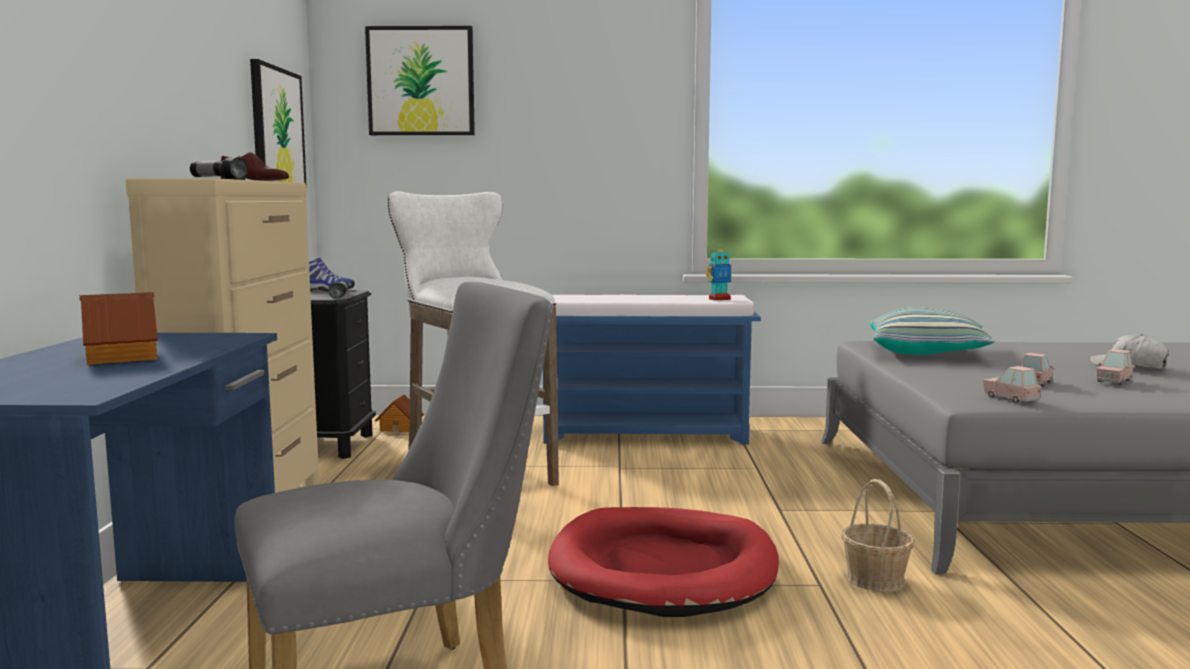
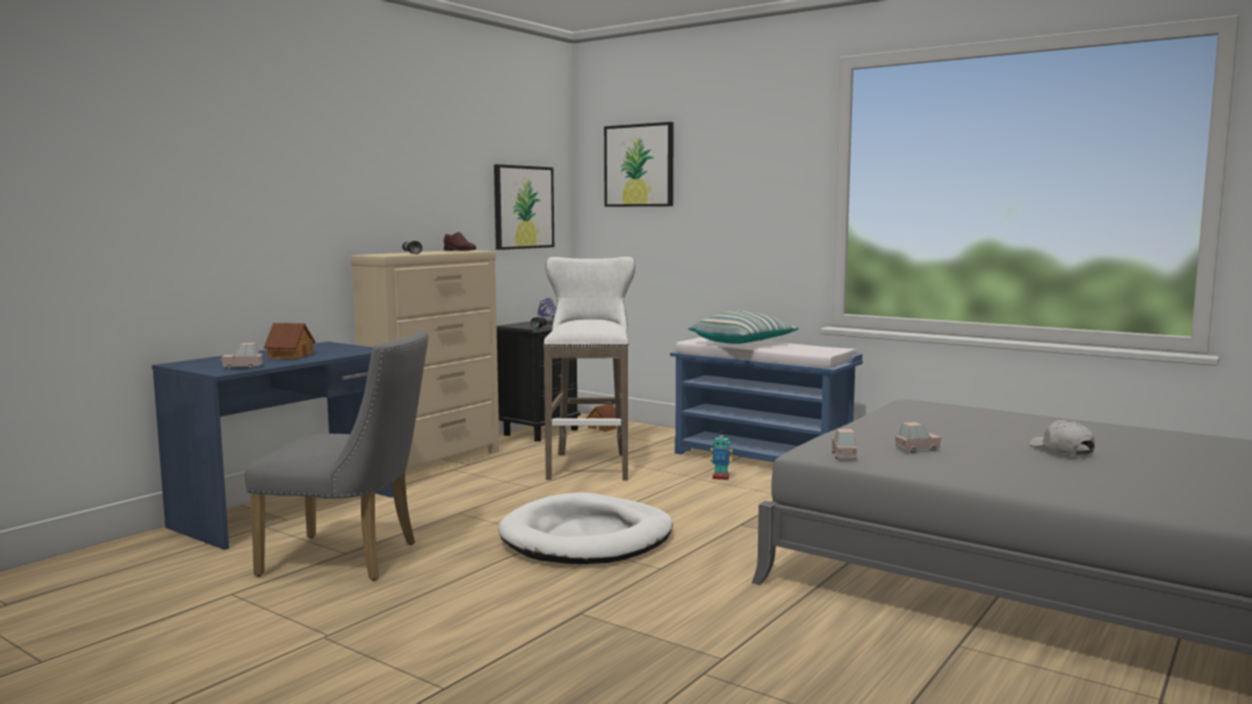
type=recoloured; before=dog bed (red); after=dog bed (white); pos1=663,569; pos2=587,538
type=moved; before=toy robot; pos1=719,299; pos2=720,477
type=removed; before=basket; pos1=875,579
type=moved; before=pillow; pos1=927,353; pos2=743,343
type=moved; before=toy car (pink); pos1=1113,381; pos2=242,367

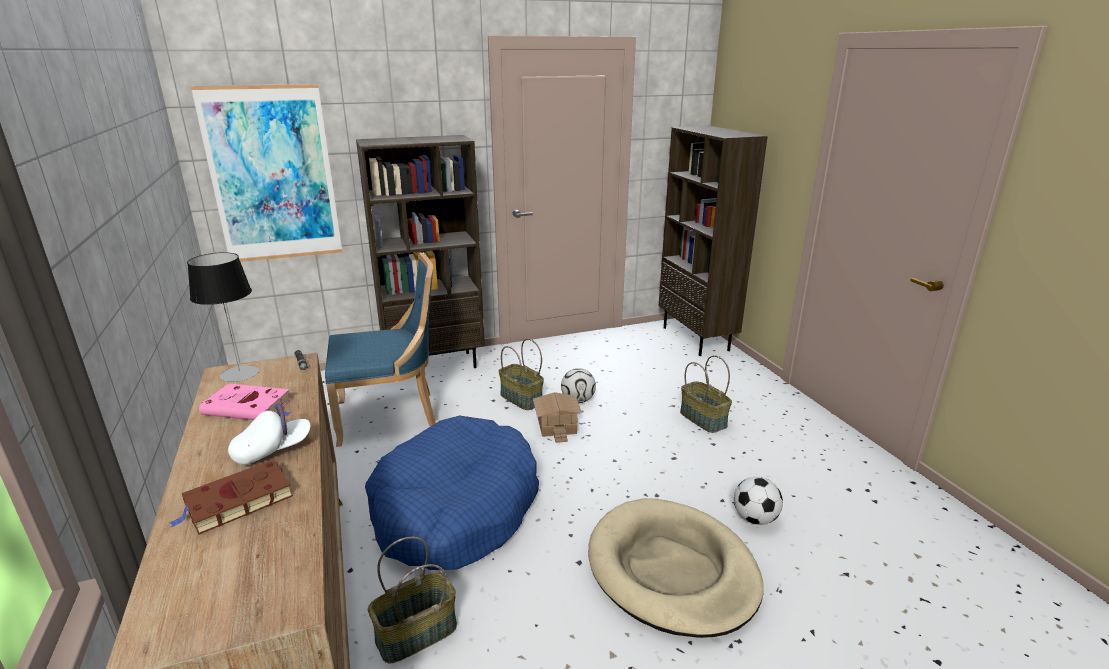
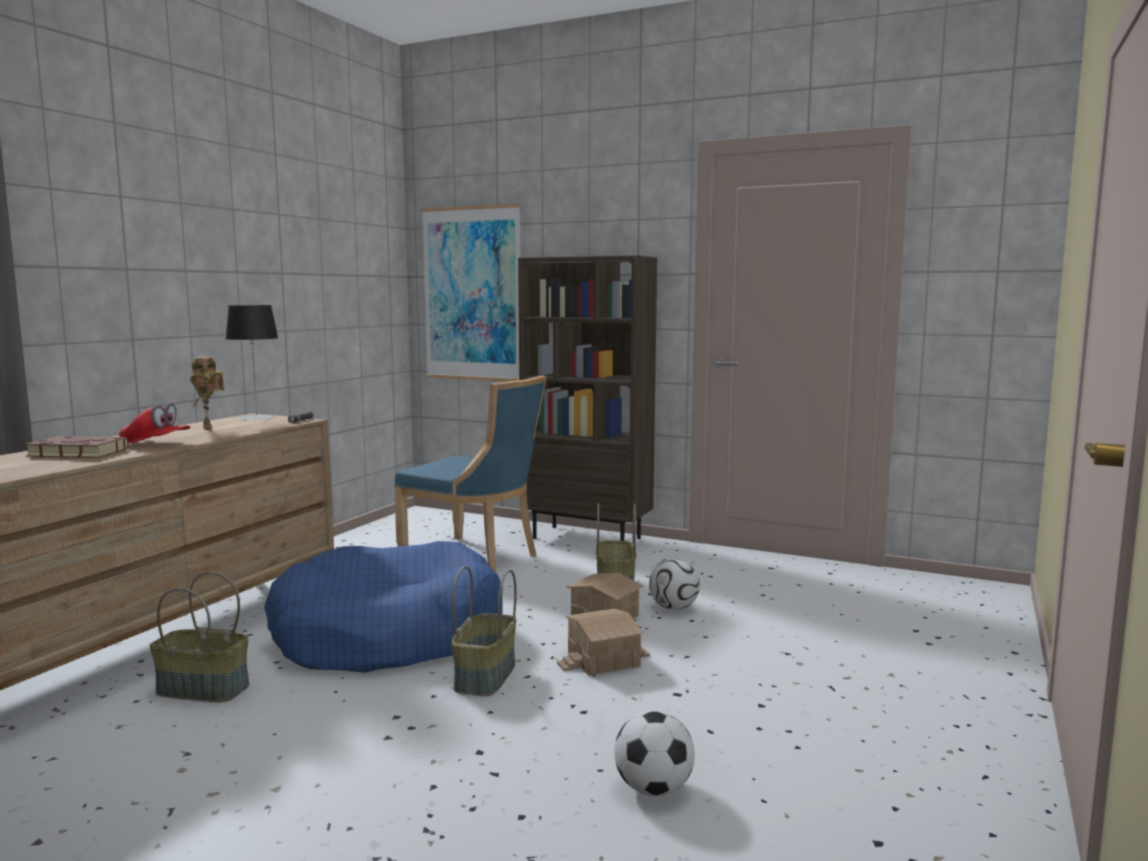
type=replaced; before=book (pink); after=toy robot; pos1=250,407; pos2=210,429
type=recoloured; before=cap (white); after=cap (red); pos1=273,450; pos2=156,443
type=removed; before=dog bed (beige); pos1=672,570
type=removed; before=bookcase (brown); pos1=696,339
type=moved; before=basket; pos1=704,419; pos2=486,677
type=added; after=toy house; pos2=604,660

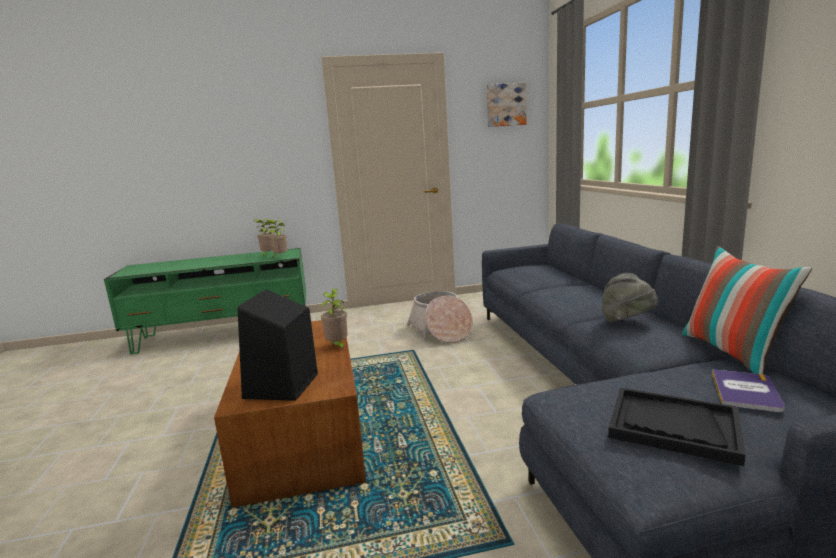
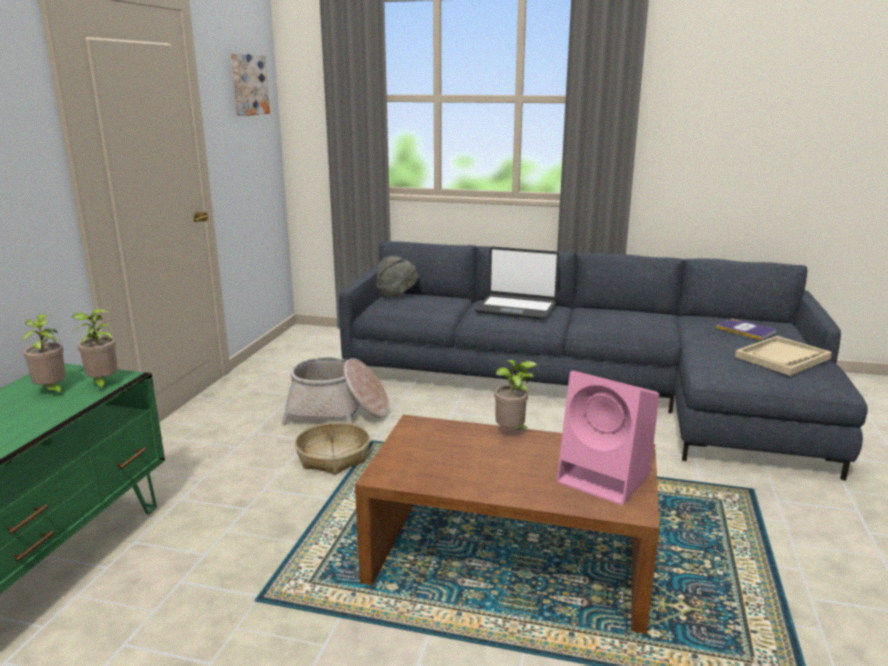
type=recoloured; before=speaker (black); after=speaker (pink); pos1=281,387; pos2=606,479
type=moved; before=hat (grey); pos1=627,322; pos2=397,295
type=recoloured; before=tray (black); after=tray (beige); pos1=673,427; pos2=782,358
type=removed; before=pillow; pos1=732,353
type=added; after=basket; pos2=333,457
type=added; after=laptop; pos2=516,308

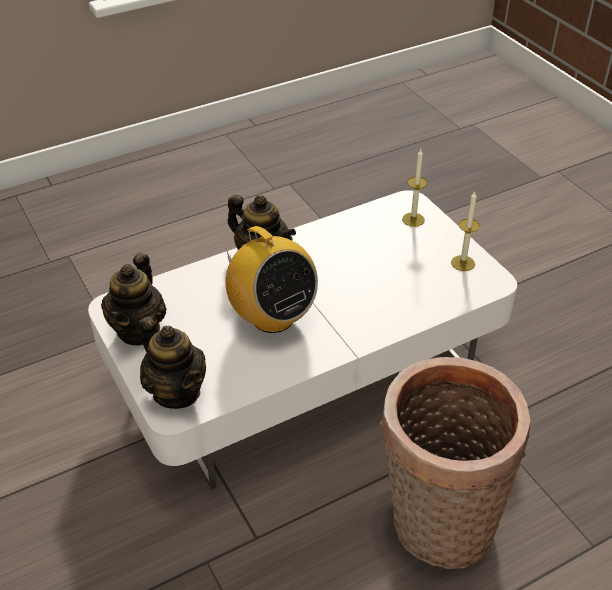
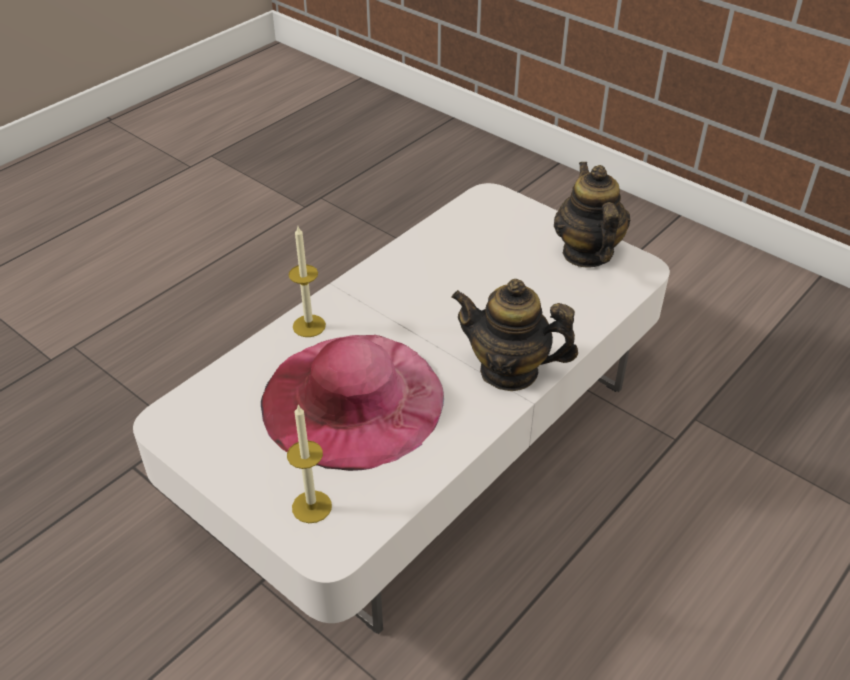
type=removed; before=teapot; pos1=177,392
type=removed; before=radio; pos1=272,317
type=removed; before=basket; pos1=436,524
type=moved; before=candle; pos1=463,263; pos2=309,326
type=added; after=hat (pink); pos2=353,399

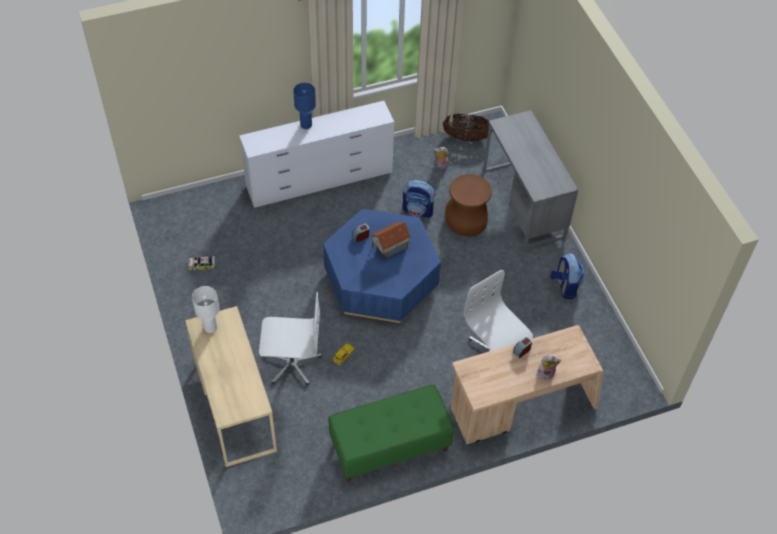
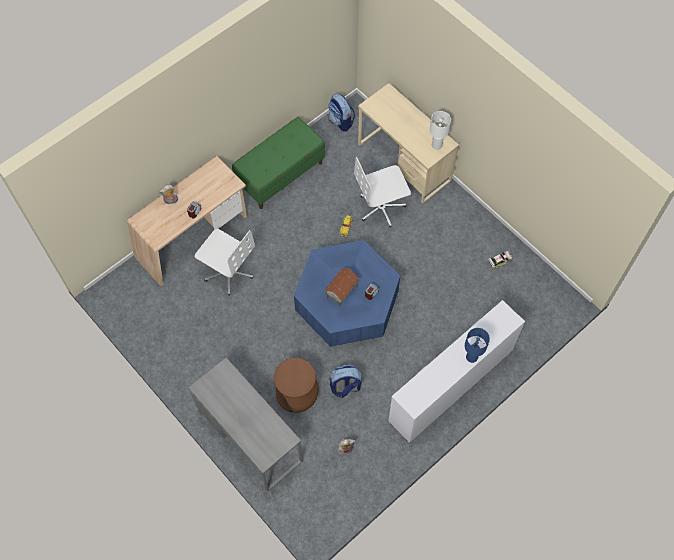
type=removed; before=basket; pos1=466,137
type=moved; before=backpack; pos1=564,286; pos2=341,121

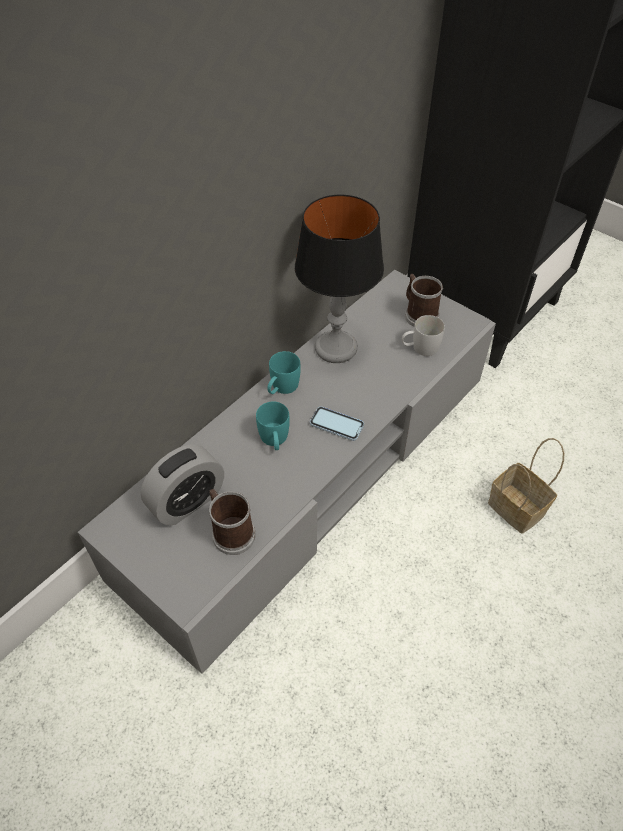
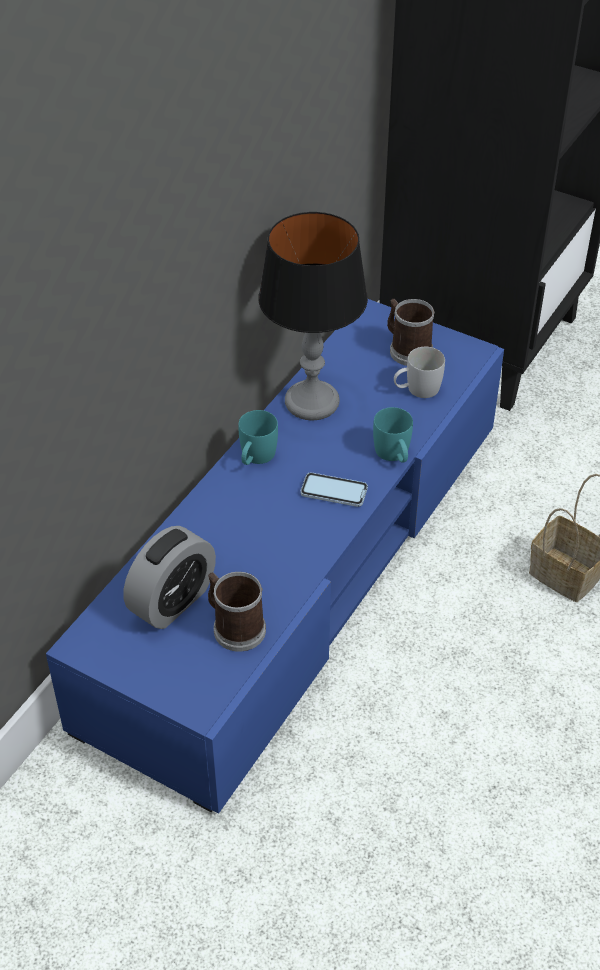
type=recoloured; before=tv stand (grey); after=tv stand (blue); pos1=311,473; pos2=299,568
type=moved; before=mug (turquoise); pos1=274,440; pos2=394,455

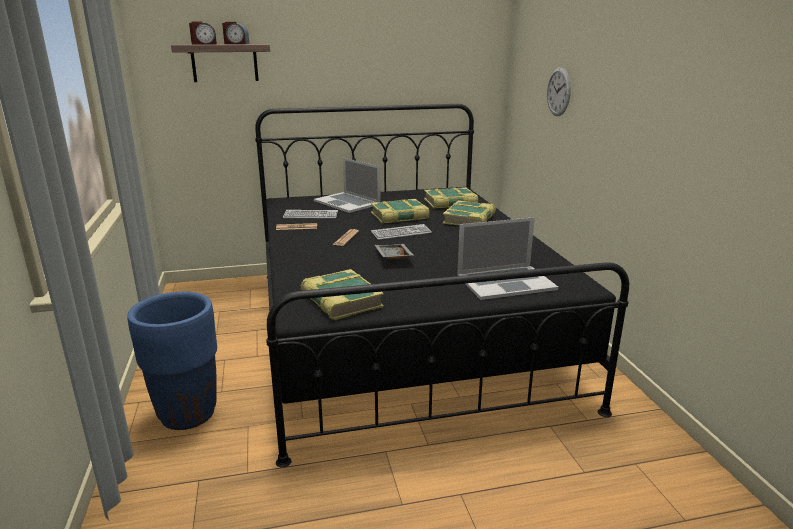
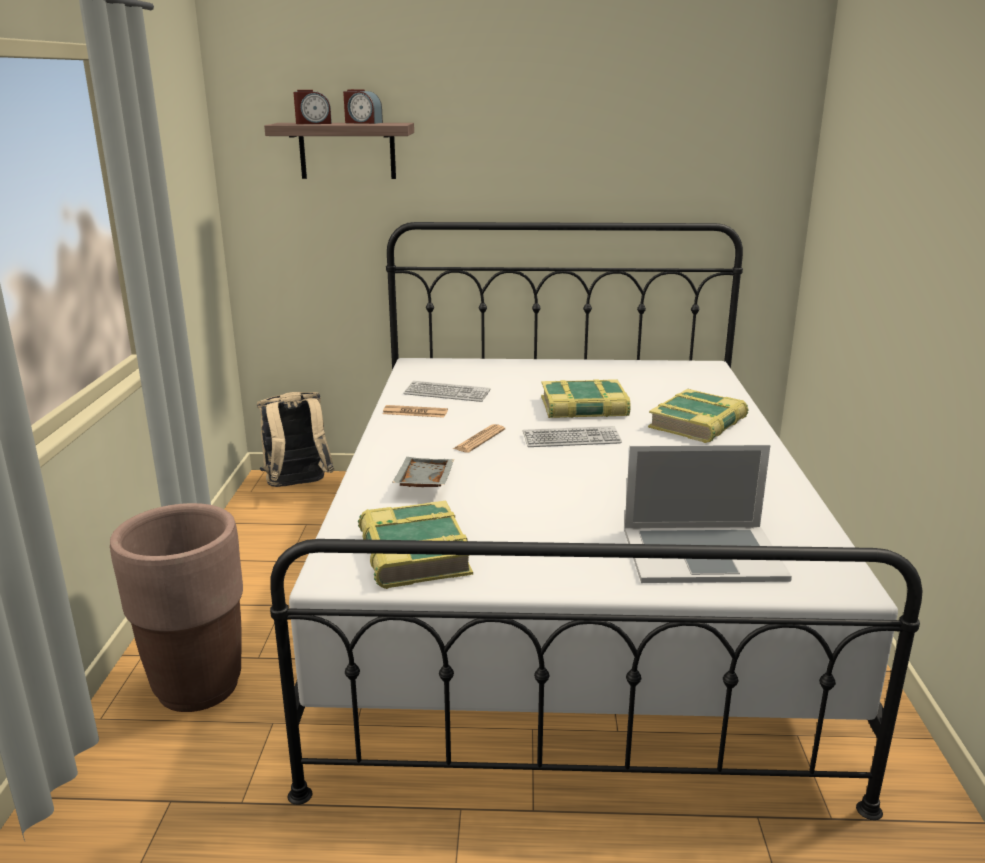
type=recoloured; before=planter (blue); after=planter (brown); pos1=188,414; pos2=198,687
type=recoloured; before=bed (black); after=bed (white); pos1=401,330; pos2=565,594
type=removed; before=laptop; pos1=347,202
type=moved; before=tray (grey); pos1=392,257; pos2=423,482
type=removed; before=book; pos1=450,203
type=removed; before=wall clock; pos1=558,92
type=added; after=backpack (beige); pos2=298,486

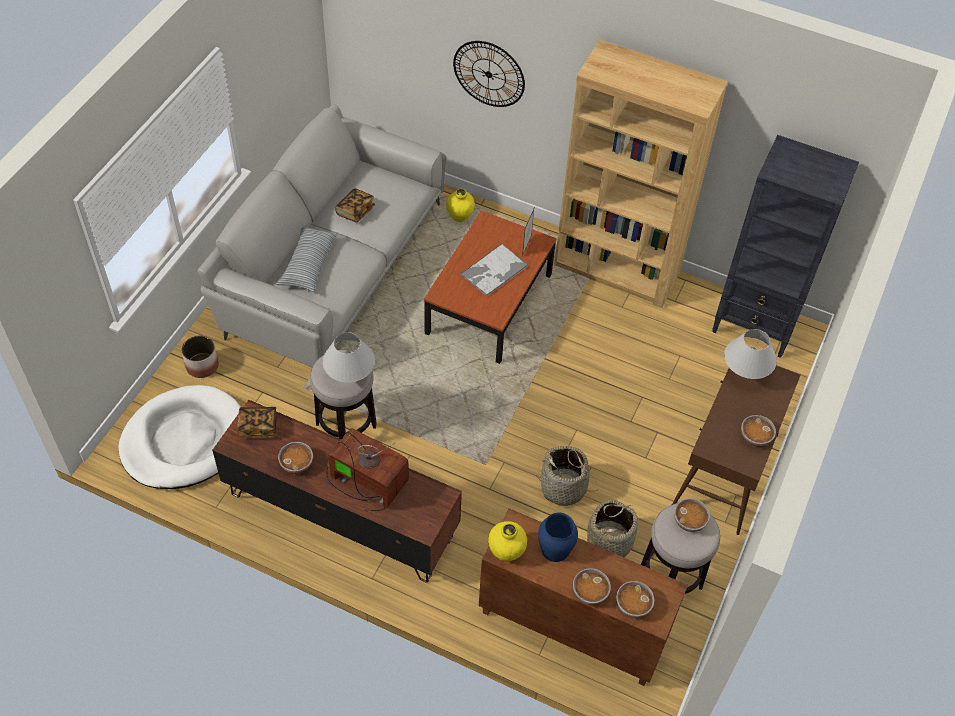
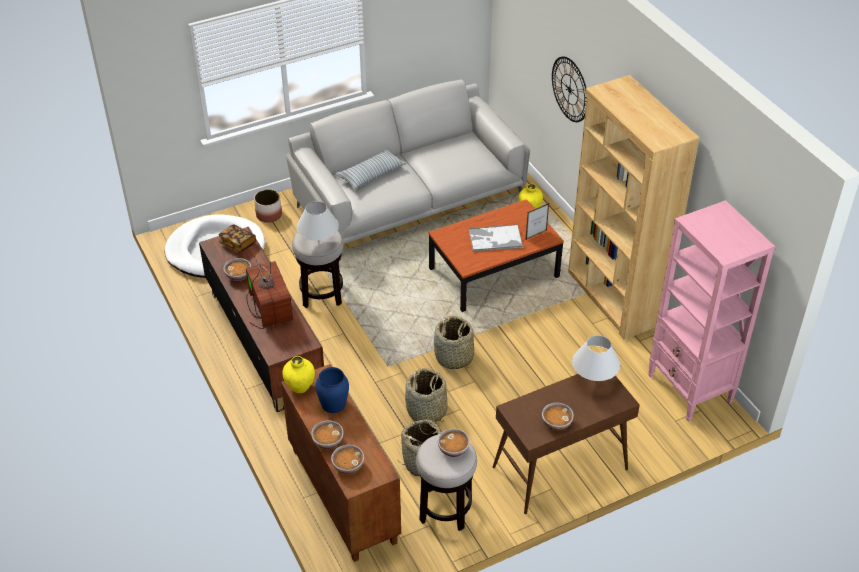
type=removed; before=book; pos1=355,211
type=recoloured; before=bookcase (black); after=bookcase (pink); pos1=755,325; pos2=690,389
type=added; after=basket; pos2=454,357

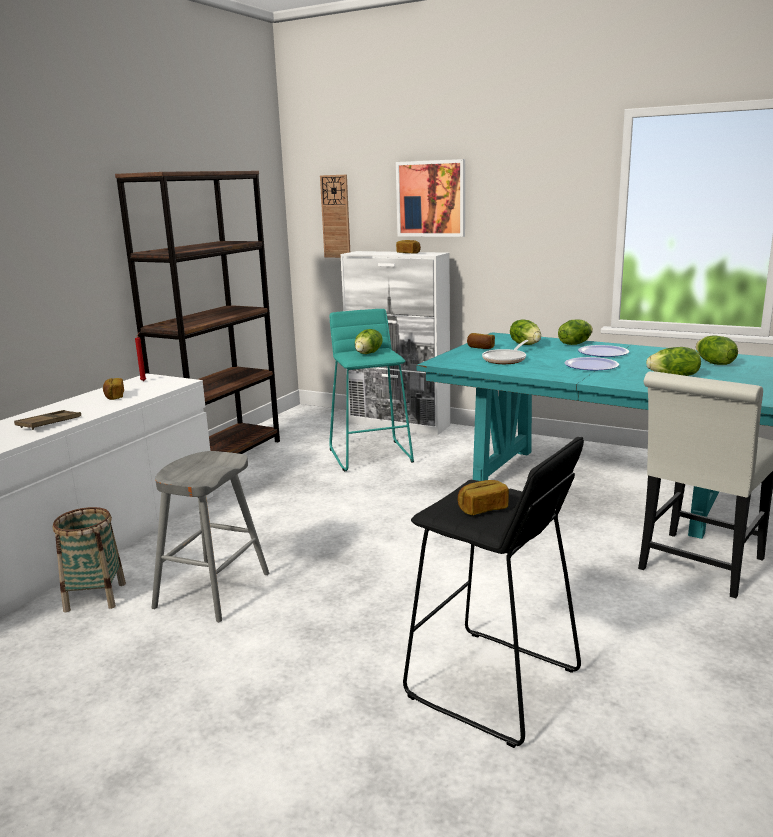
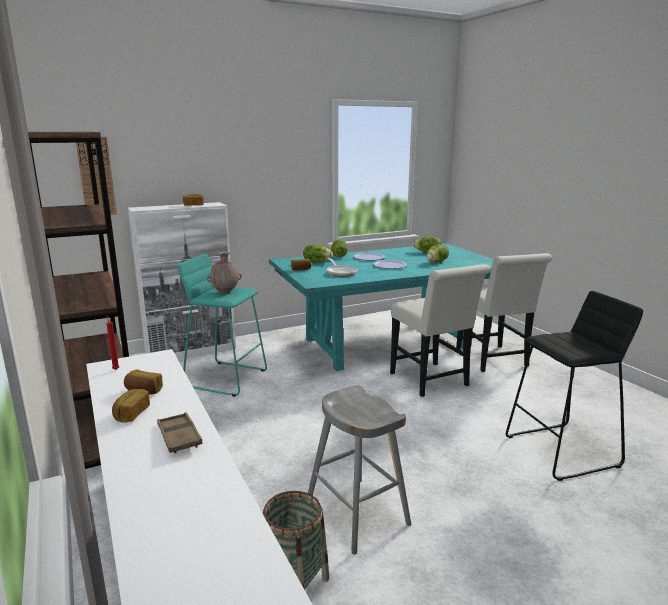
type=replaced; before=lettuce; after=vase (brown); pos1=368,353; pos2=225,292
type=removed; before=picture; pos1=431,199
type=moved; before=bread; pos1=482,508; pos2=131,414
type=added; after=chair (white); pos2=432,381

